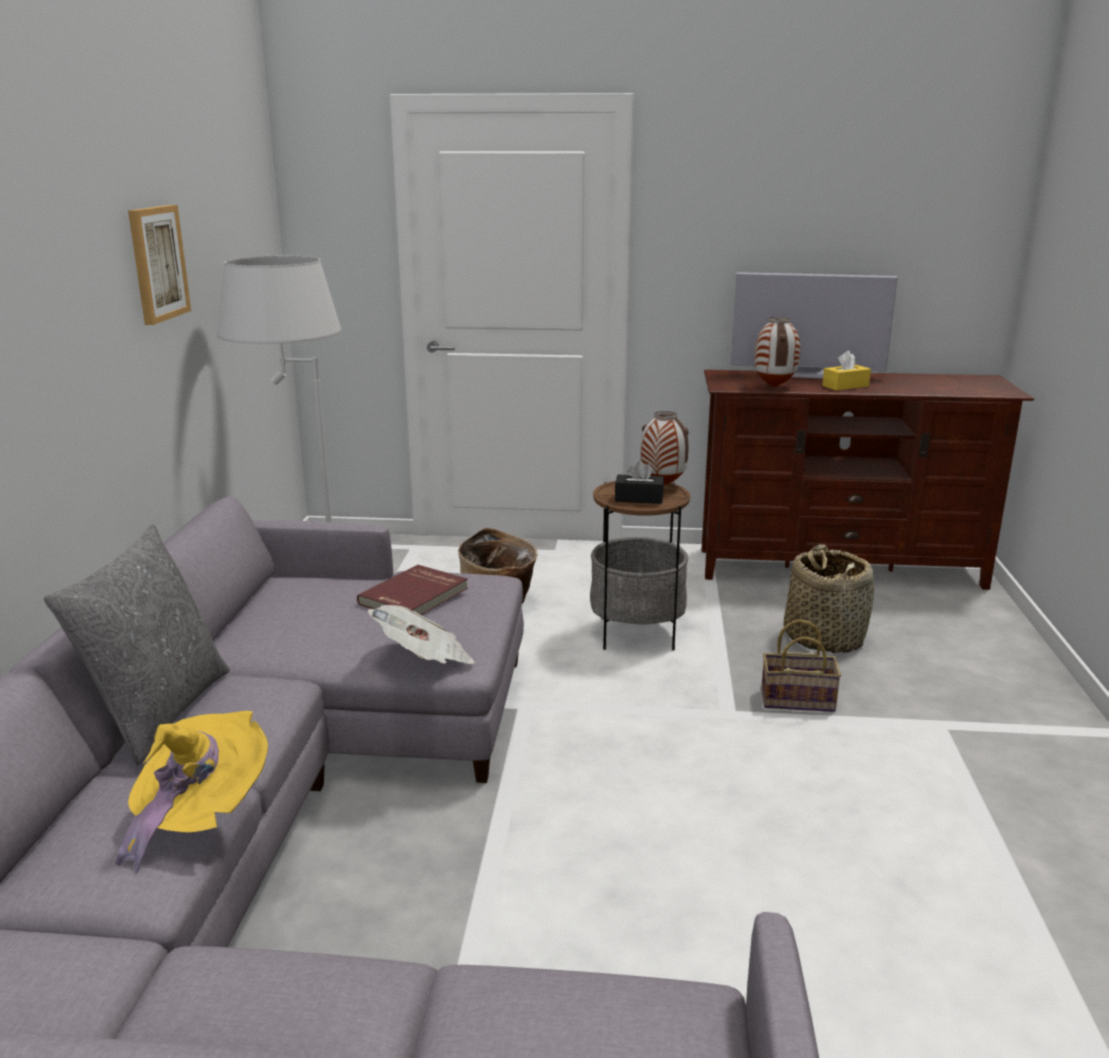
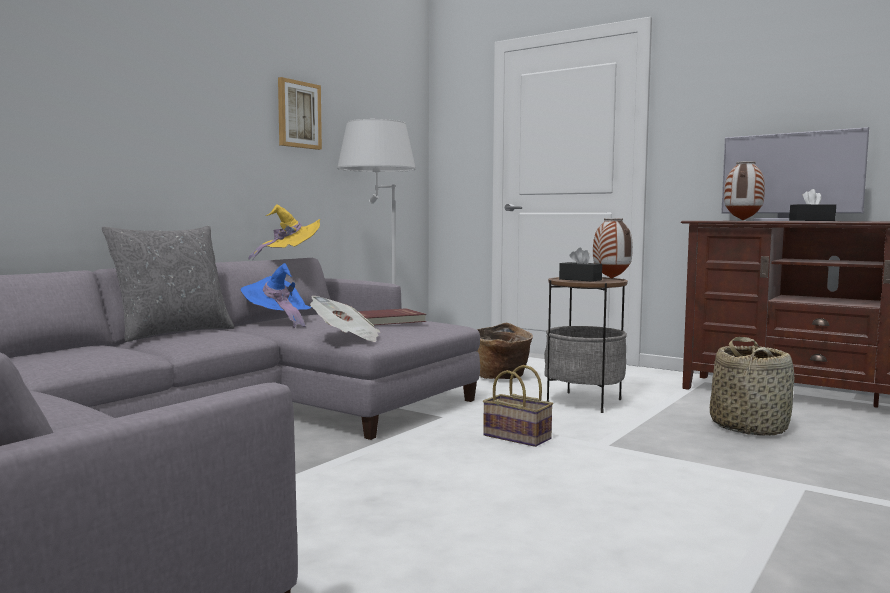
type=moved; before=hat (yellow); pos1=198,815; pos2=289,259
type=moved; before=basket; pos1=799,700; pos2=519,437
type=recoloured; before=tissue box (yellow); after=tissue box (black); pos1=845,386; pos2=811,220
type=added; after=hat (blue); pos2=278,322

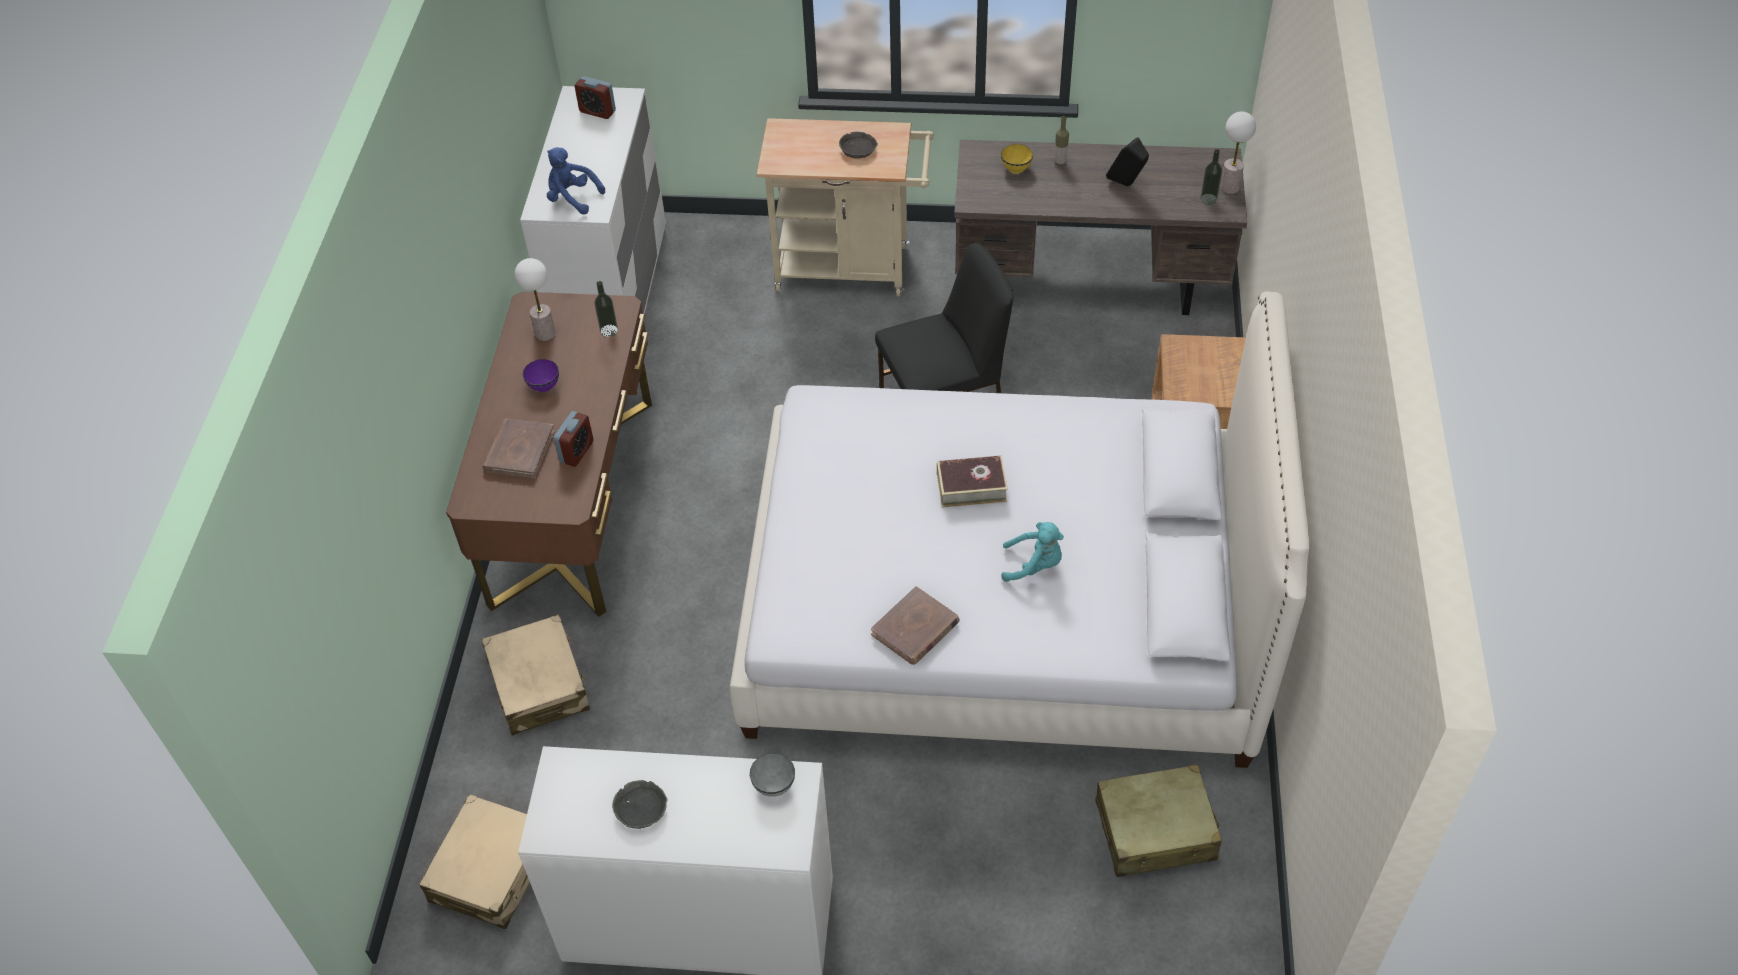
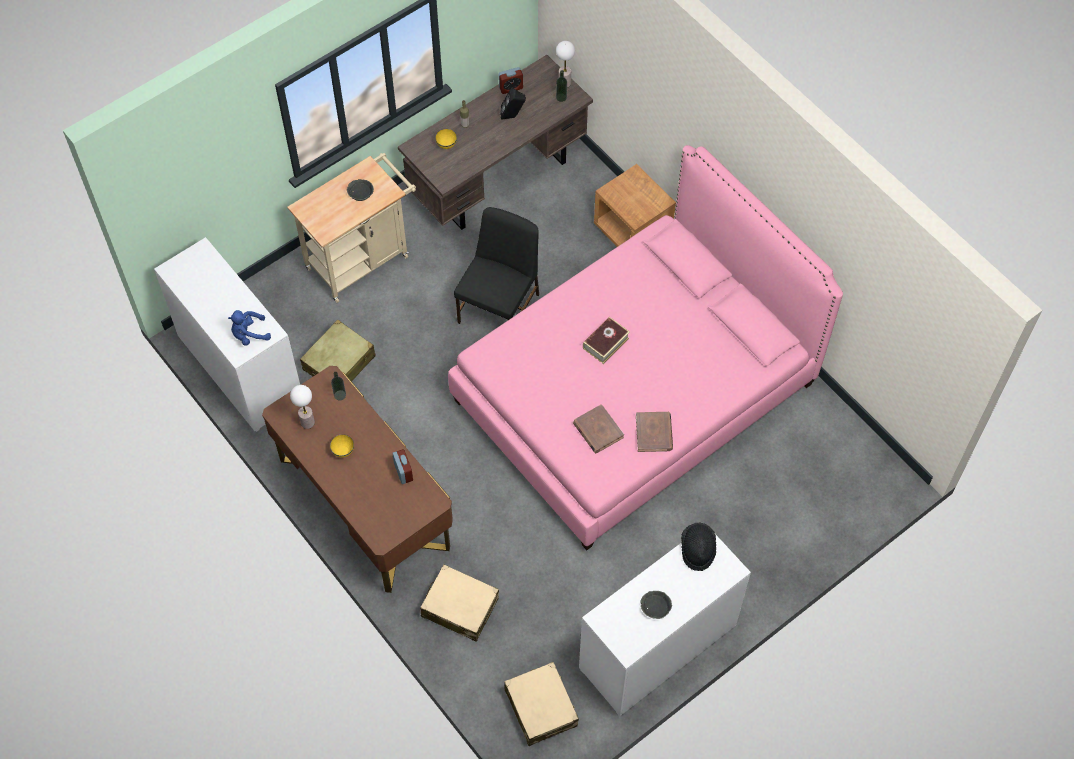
type=moved; before=book (brown); pos1=519,451; pos2=598,430
type=recoloured; before=bowl (purple); after=bowl (yellow); pos1=543,386; pos2=343,451
type=moved; before=alarm clock; pos1=597,111; pos2=511,87
type=recoloured; before=bed (white); after=bed (pink); pos1=1002,606; pos2=634,391
type=replaced; before=bowl (grey); after=hat (black); pos1=773,785; pos2=697,550
type=removed; before=plush toy (turquoise); pos1=1034,565
type=moved; before=suitcase (beige); pos1=1155,831; pos2=339,363

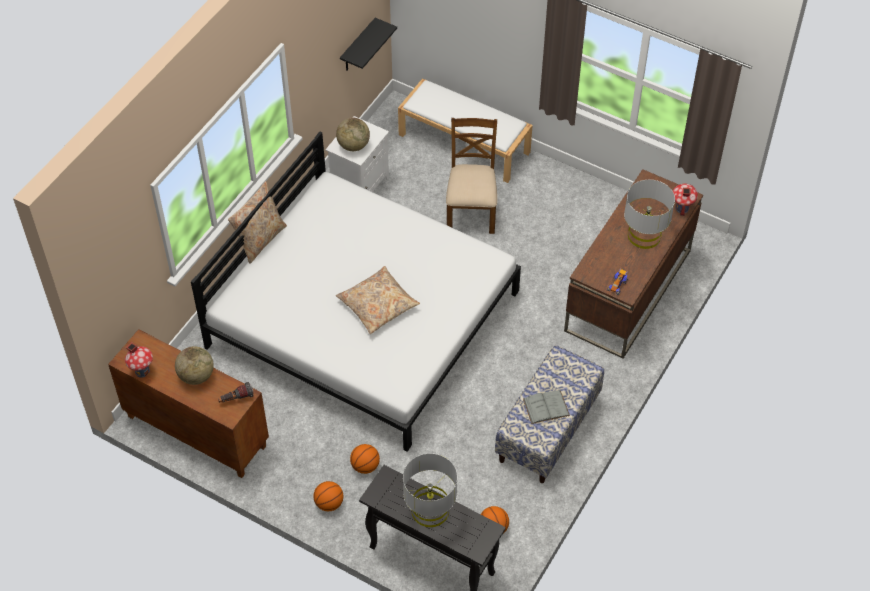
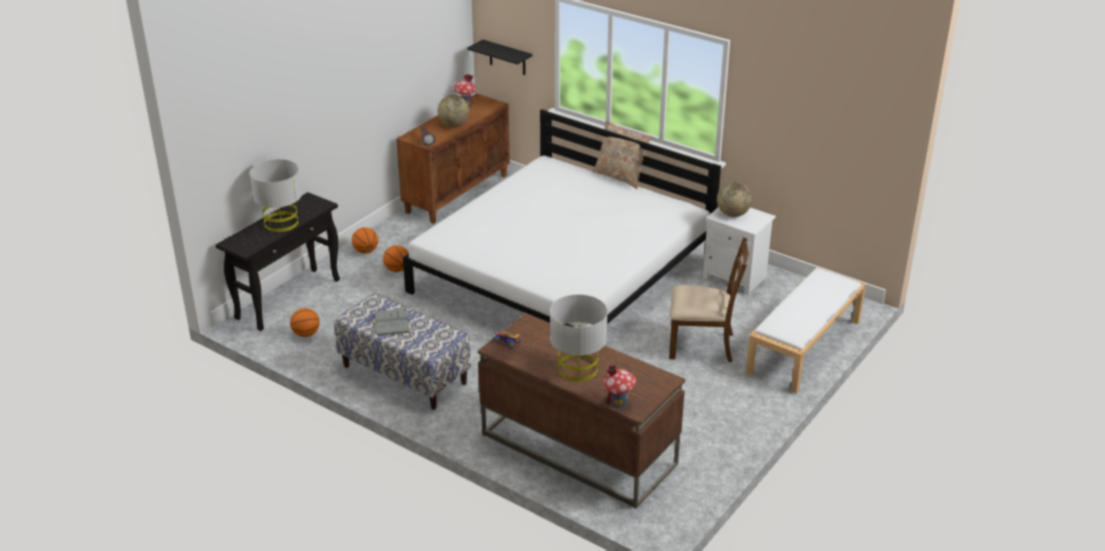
type=removed; before=pillow (beige); pos1=377,305
type=moved; before=shelf (black); pos1=358,46; pos2=507,58

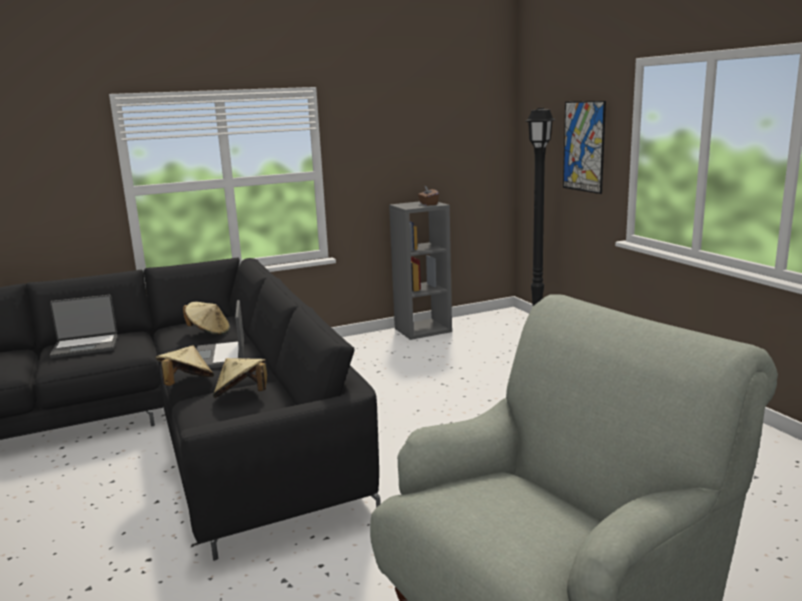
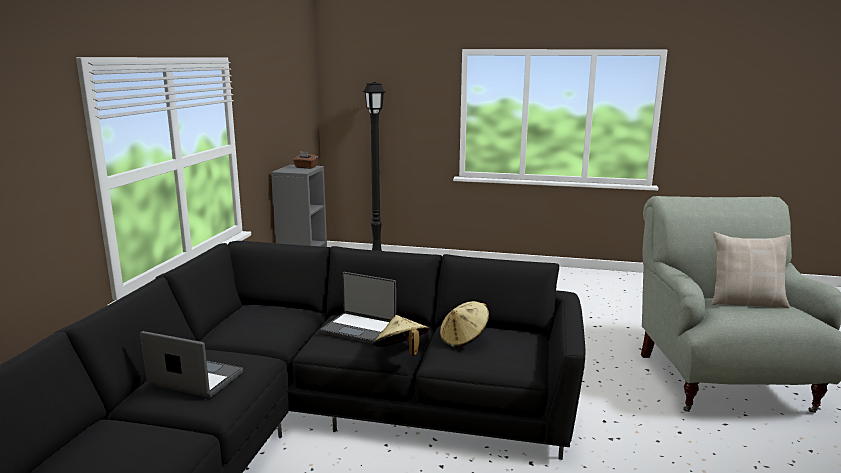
type=turned; before=laptop; pos1=85,347; pos2=195,380; turn=-90
type=removed; before=hat (beige); pos1=209,332
type=removed; before=picture; pos1=583,146
type=added; after=pillow (beige); pos2=745,302

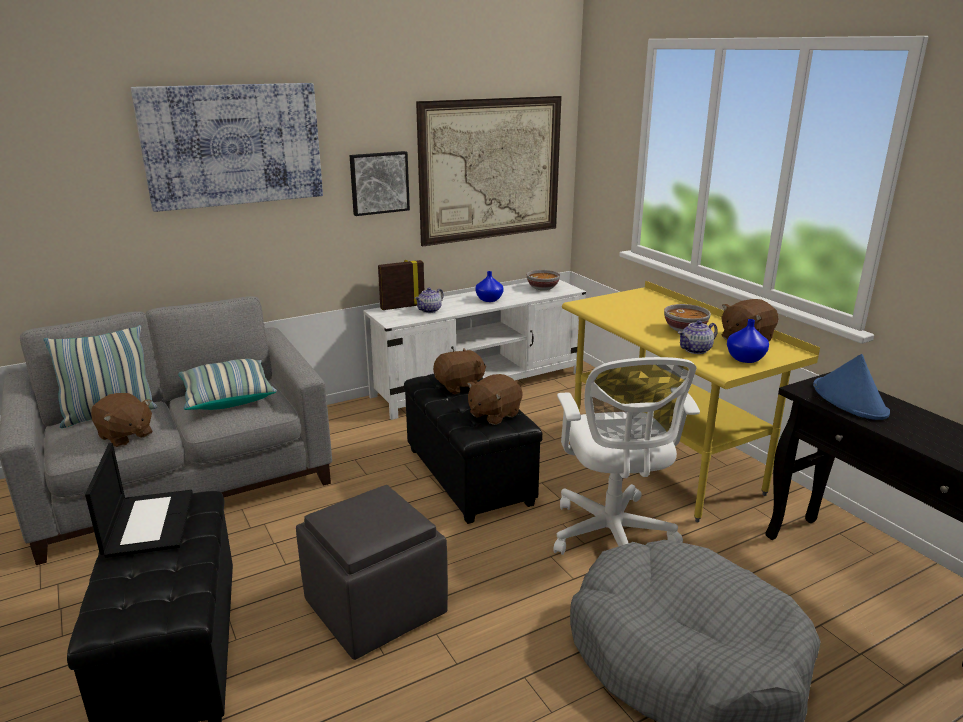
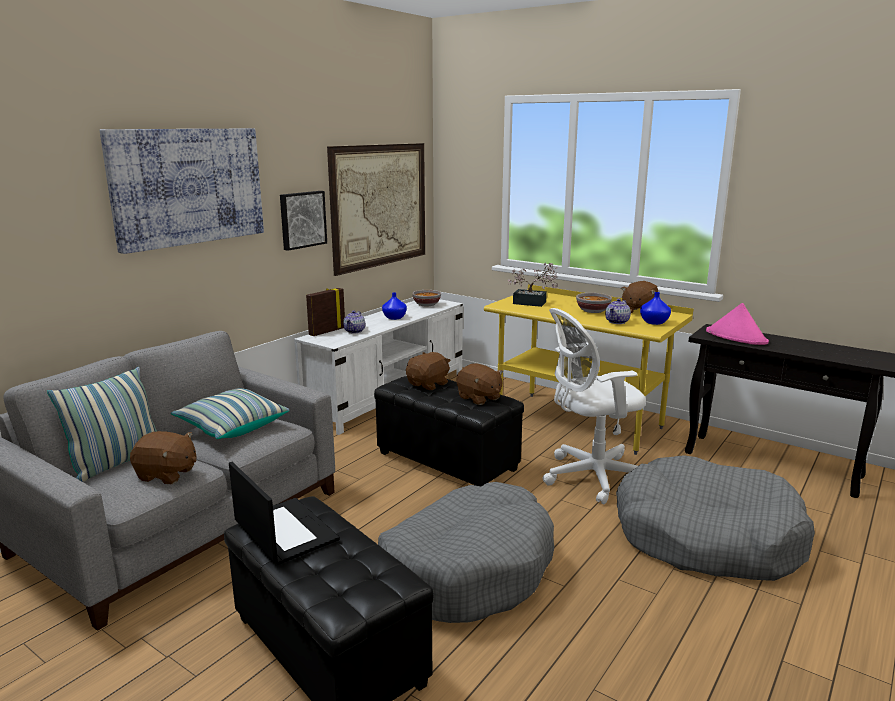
type=replaced; before=ottoman (grey); after=dog bed (grey); pos1=375,609; pos2=466,569
type=turned; before=plush toy (brown); pos1=493,414; pos2=479,398; turn=-60
type=turned; before=office chair (white); pos1=613,537; pos2=591,477; turn=105
type=recoloured; before=hat (blue); after=hat (pink); pos1=850,400; pos2=736,337
type=added; after=potted plant; pos2=533,303

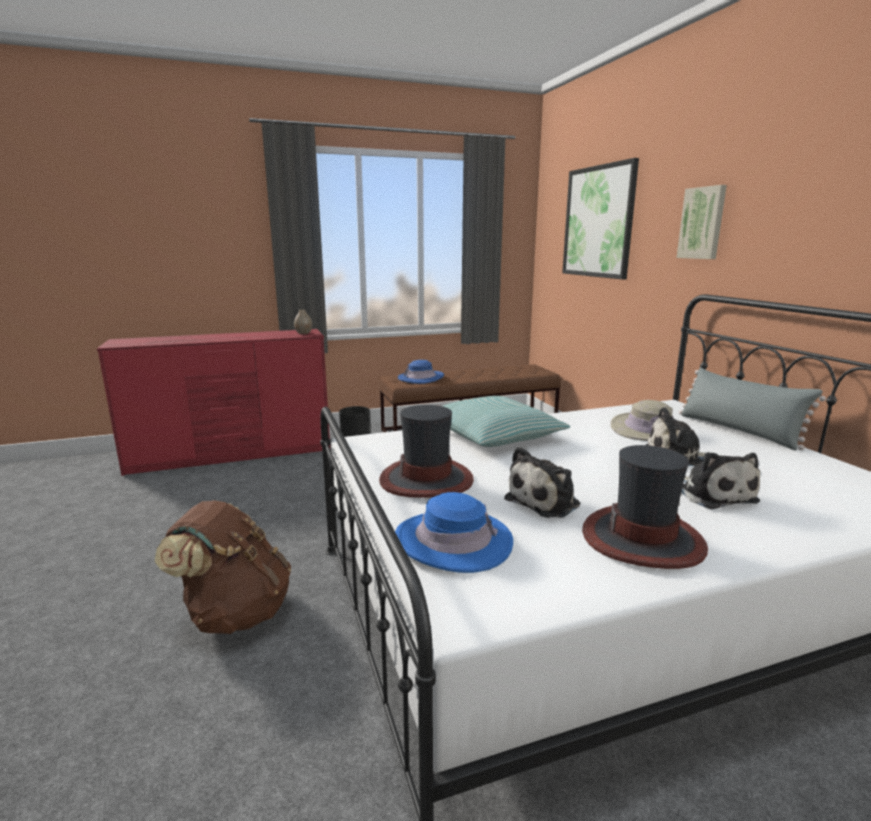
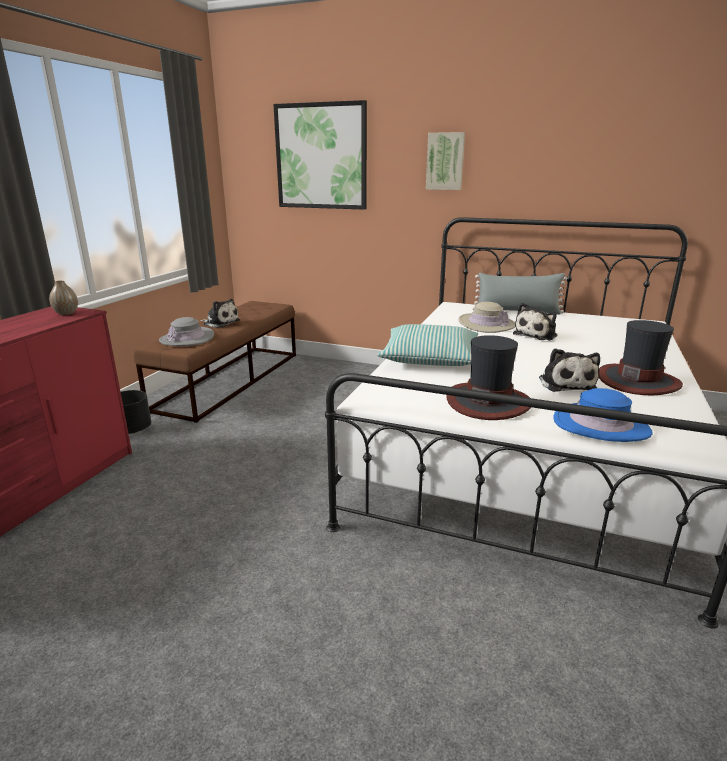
type=removed; before=backpack (brown); pos1=235,613
type=recoloured; before=hat (blue); after=hat (grey); pos1=421,378; pos2=187,338
type=moved; before=plush toy; pos1=713,494; pos2=220,323

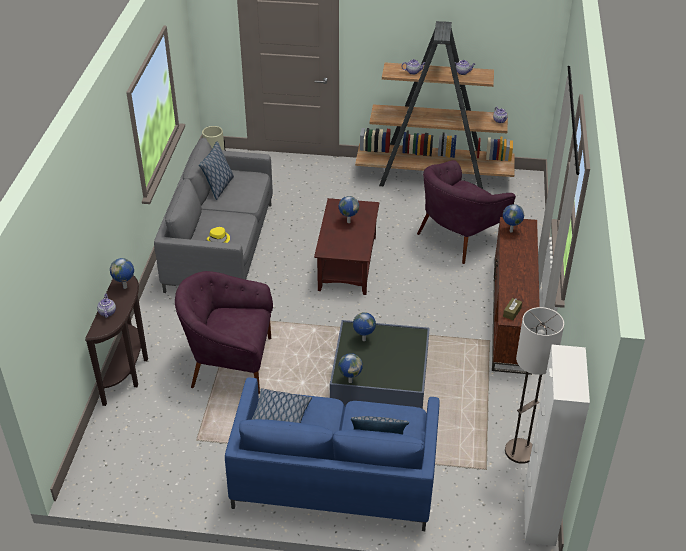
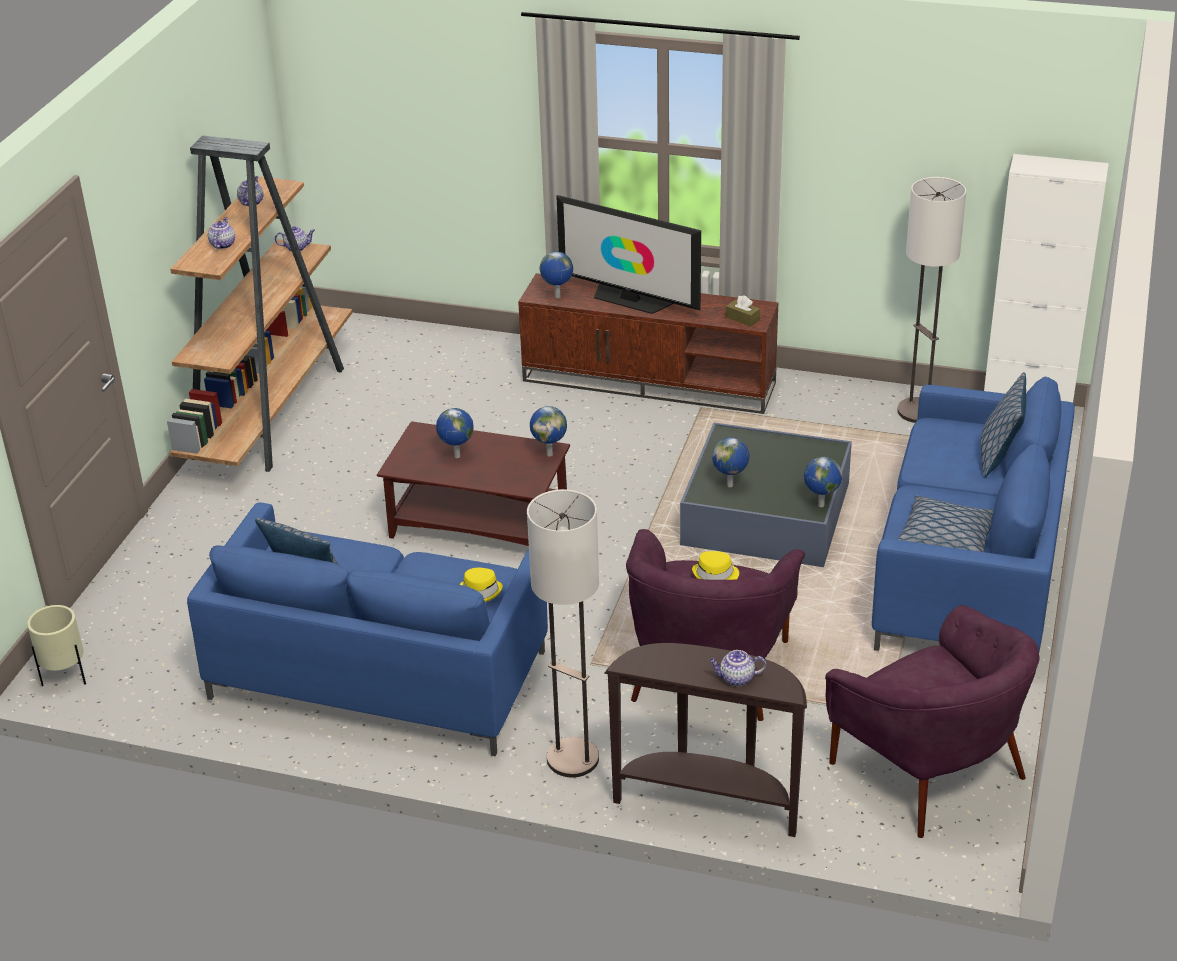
type=moved; before=globe; pos1=125,287; pos2=550,454
type=recoloured; before=sofa (grey); after=sofa (blue); pos1=220,248; pos2=379,676
type=moved; before=armchair (purple); pos1=459,236; pos2=929,770
type=added; after=floor lamp; pos2=572,759
type=added; after=television; pos2=630,299
type=added; after=hat (yellow); pos2=715,575

